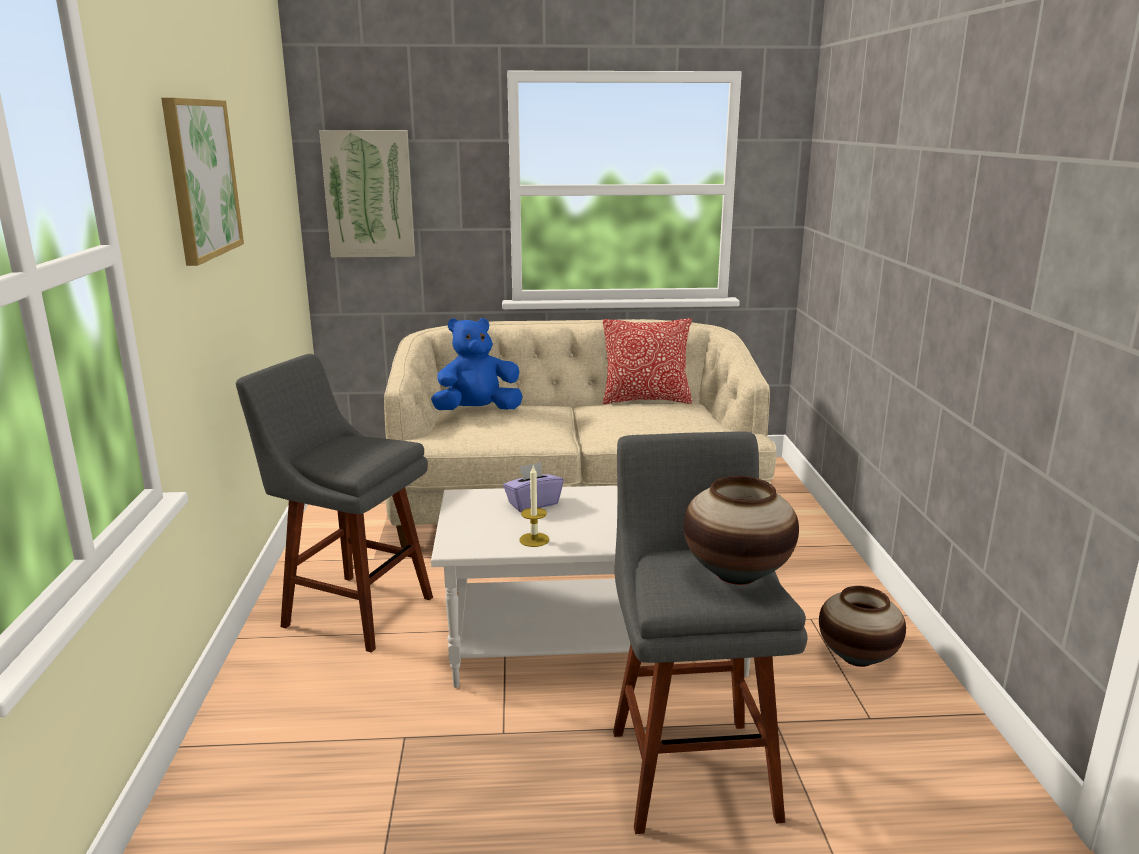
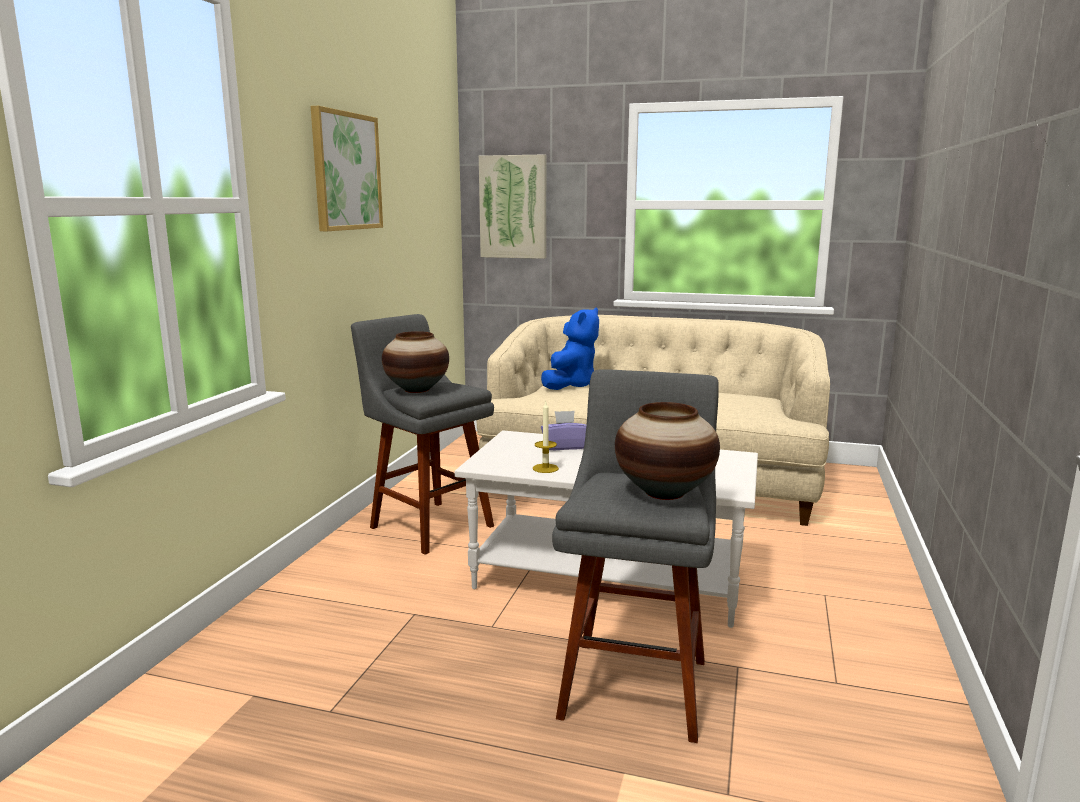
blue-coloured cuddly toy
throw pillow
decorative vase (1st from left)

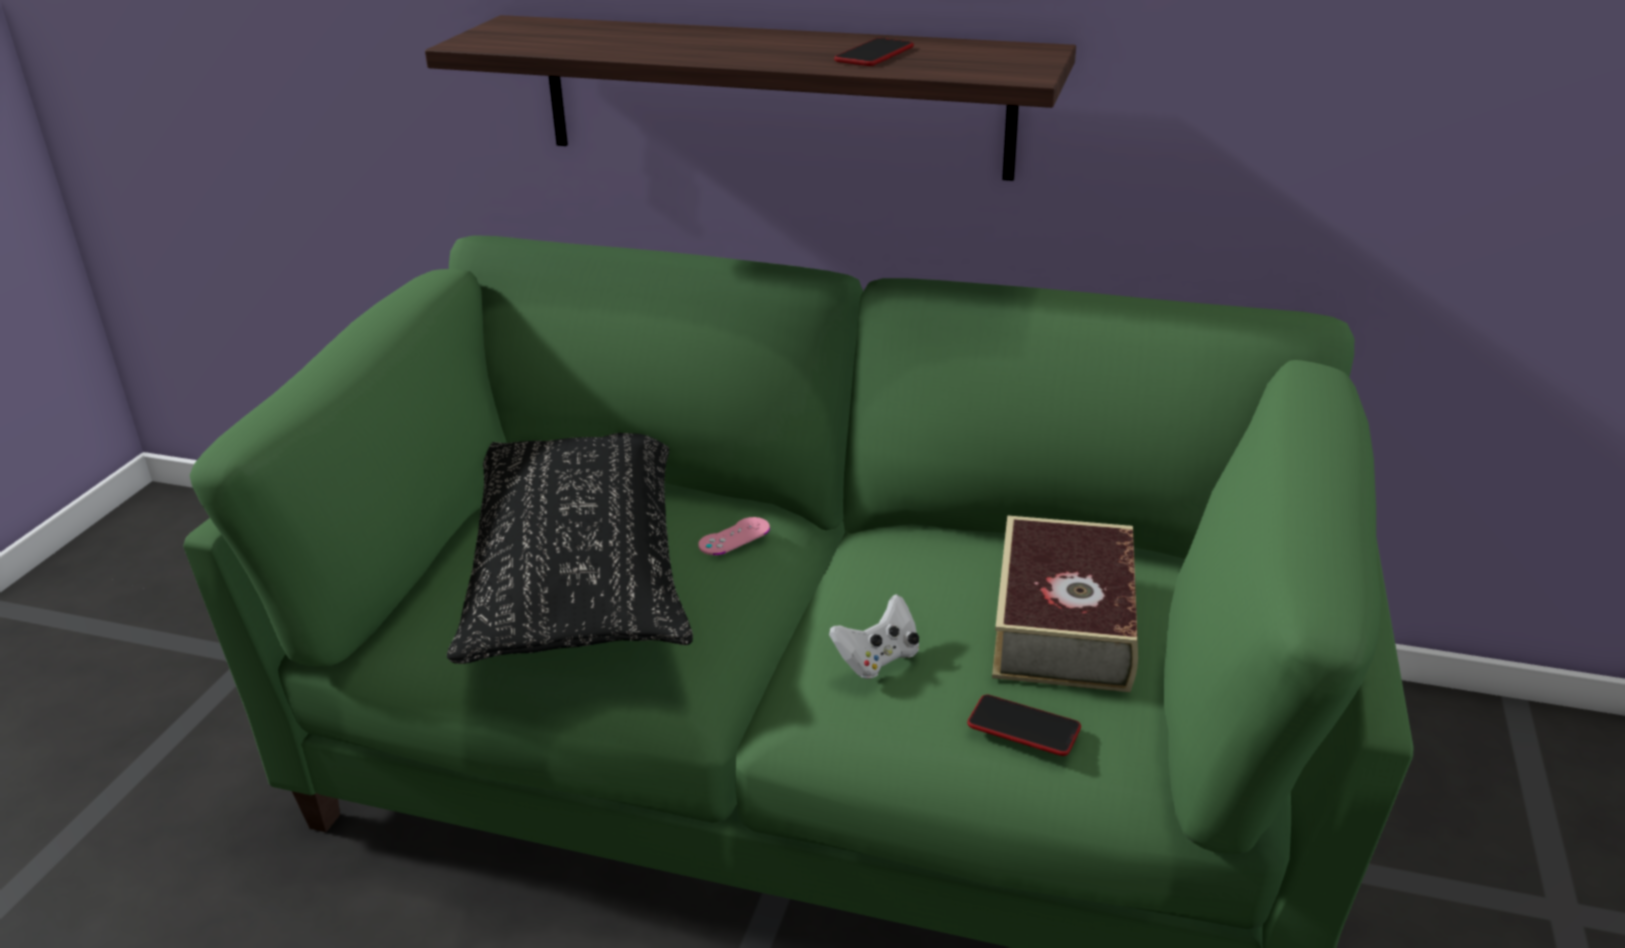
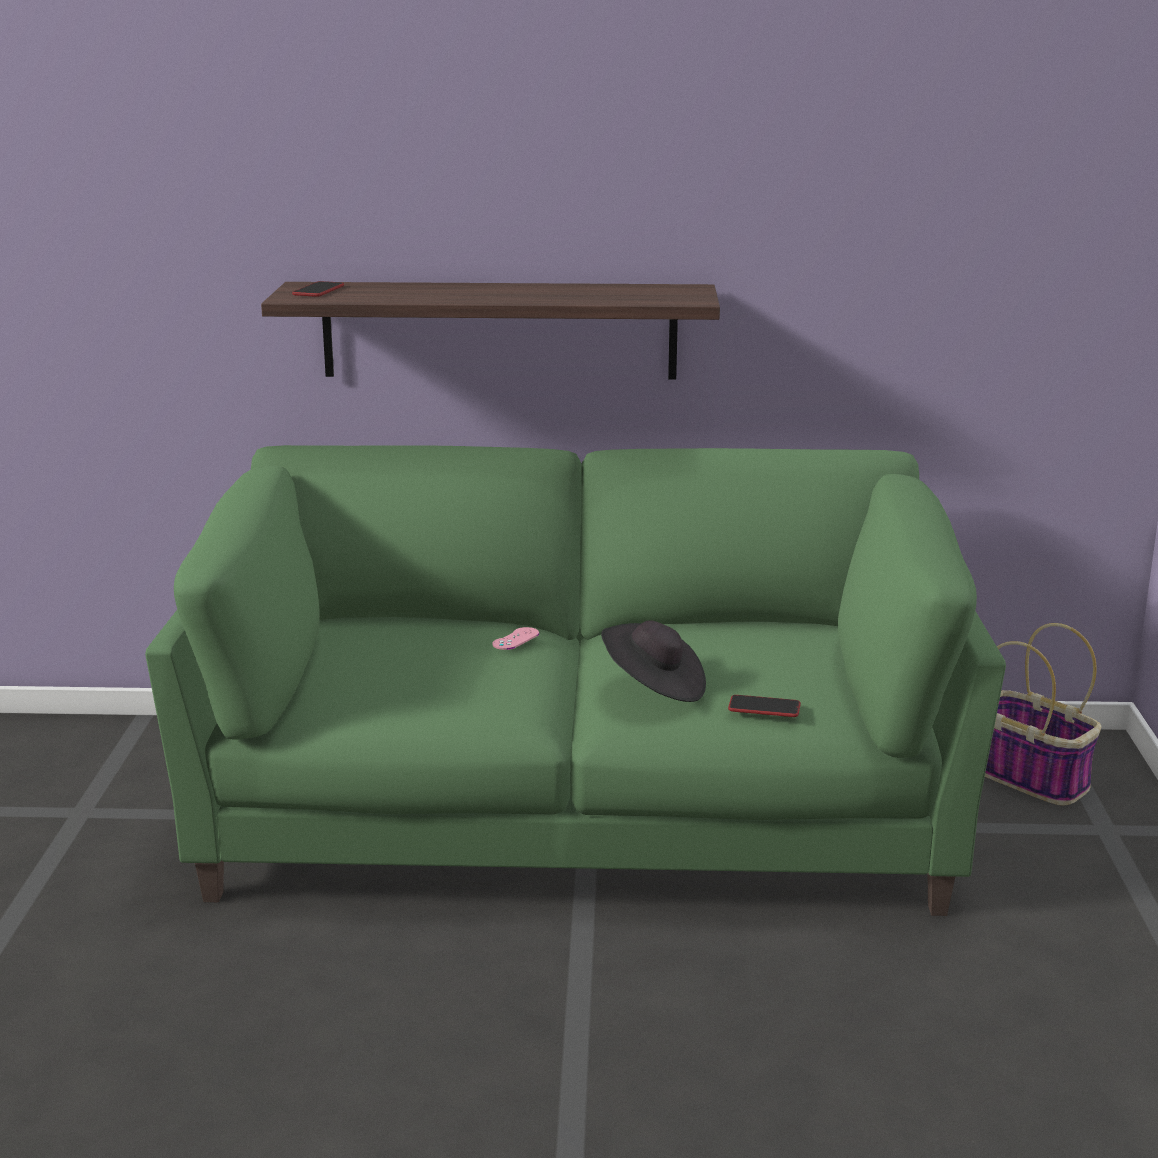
black throw pillow
black clothing hat
telephone (1st from left)
volume
household basket

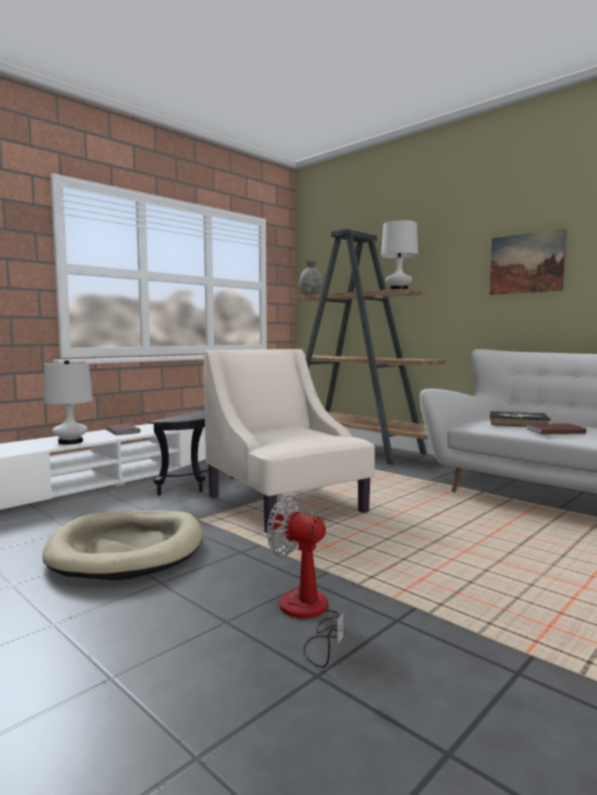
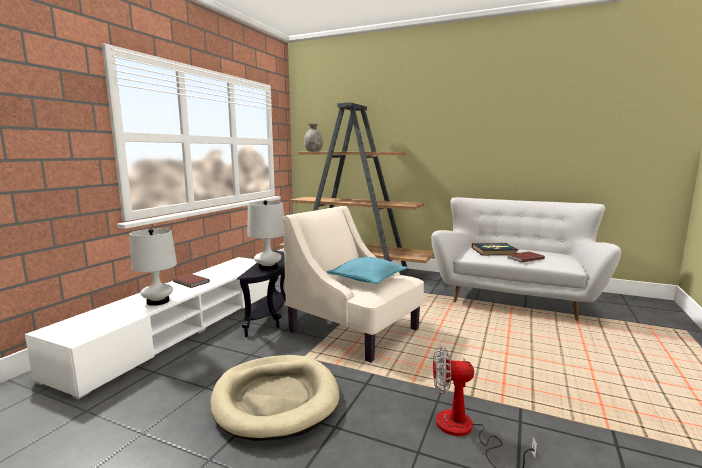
whitish table lamp (2nd from left)
wall art
turquoise throw pillow

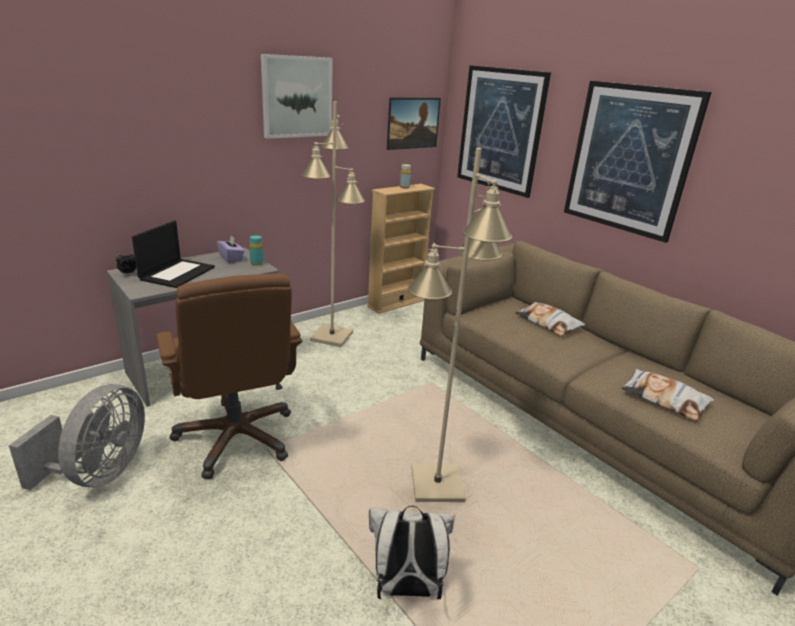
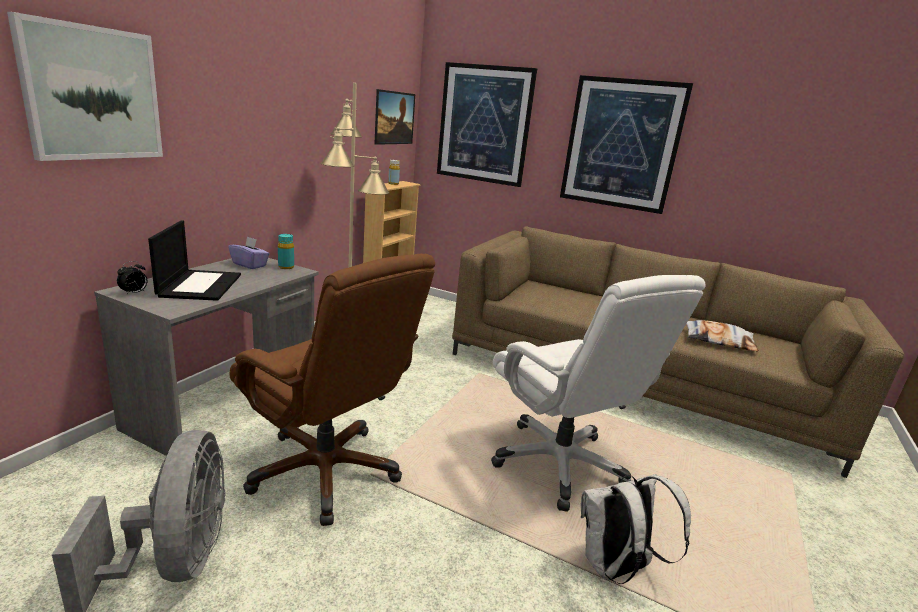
wall art (1st from left)
whitish office chair
throw pillow (1st from left in the first image)

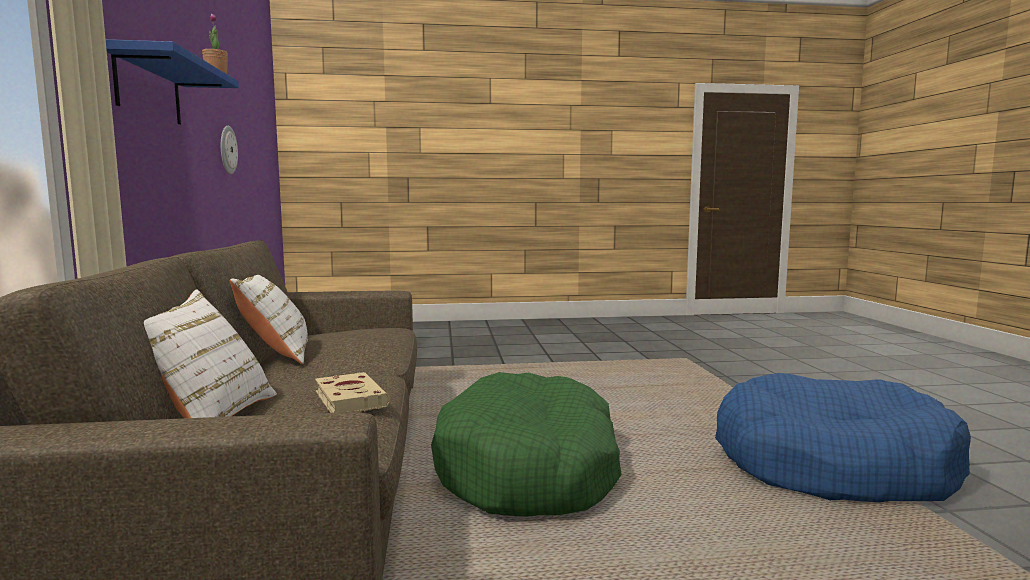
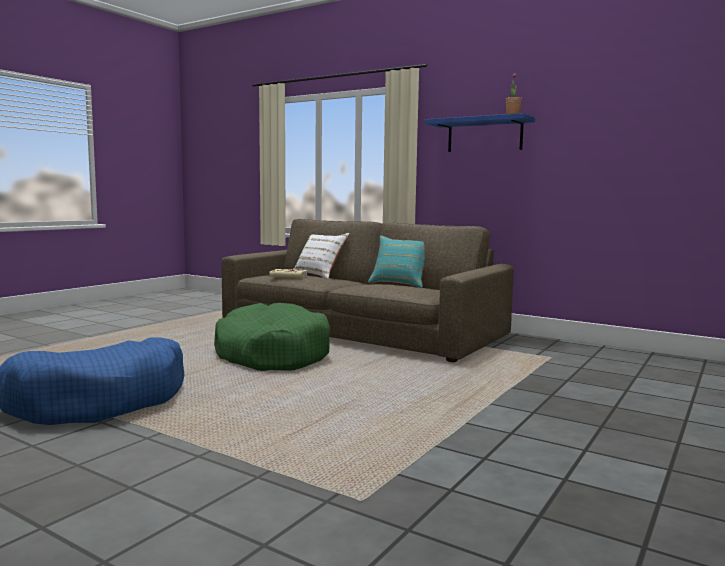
hanging clock
turquoise throw pillow

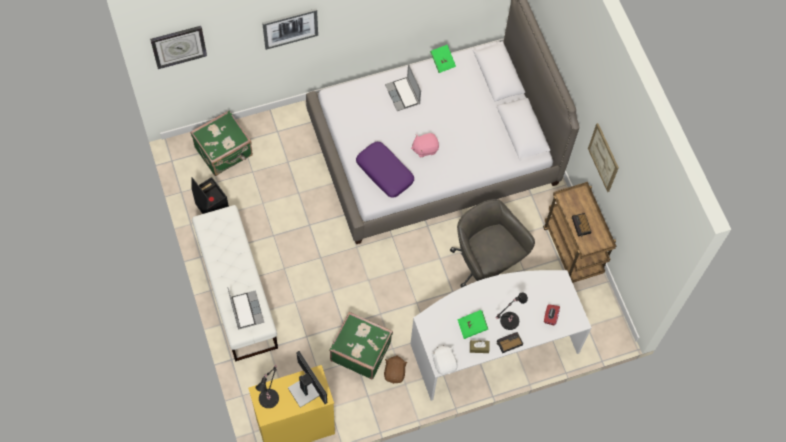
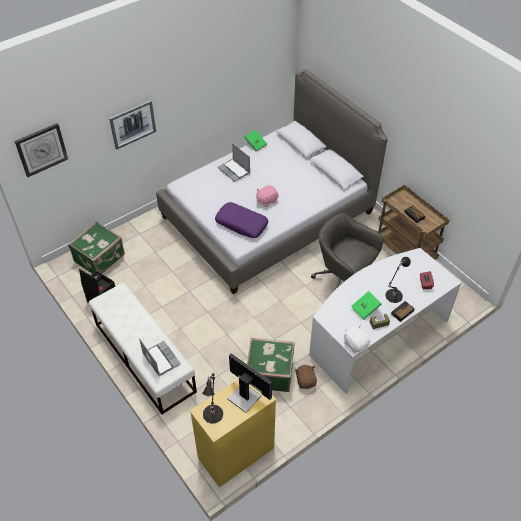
wall art (2nd from left in the first image)

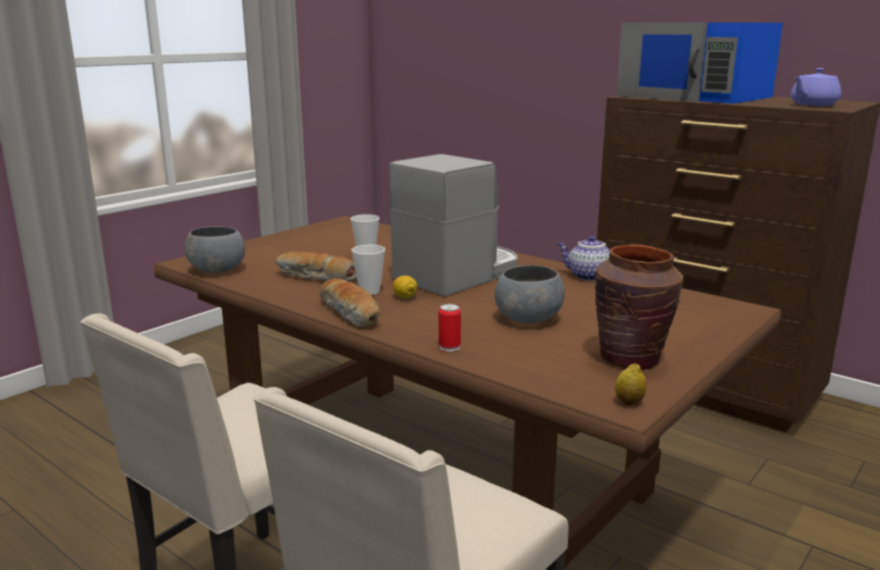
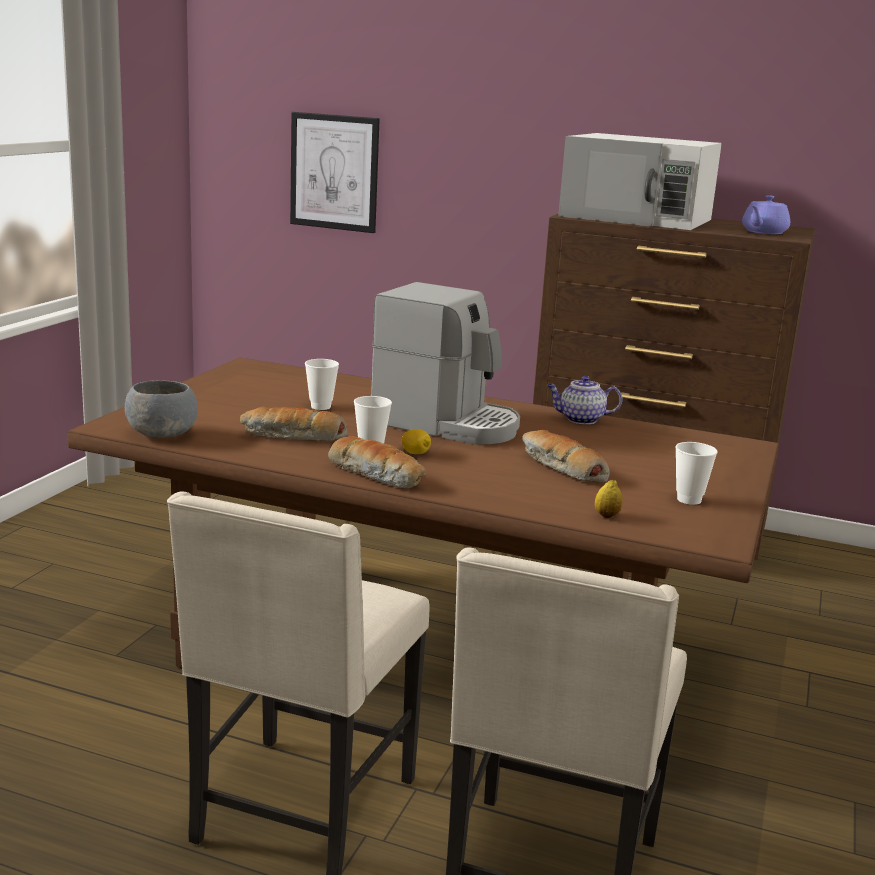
coffee machine
can
bread (3rd from left)
drinking cup (3rd from left)
whole lemon (2nd from left)
whitish microwave
wall art

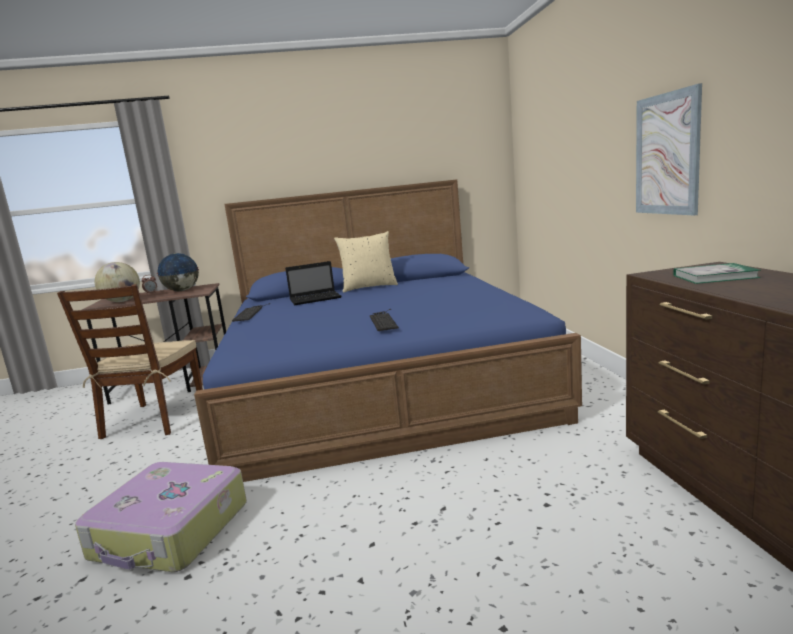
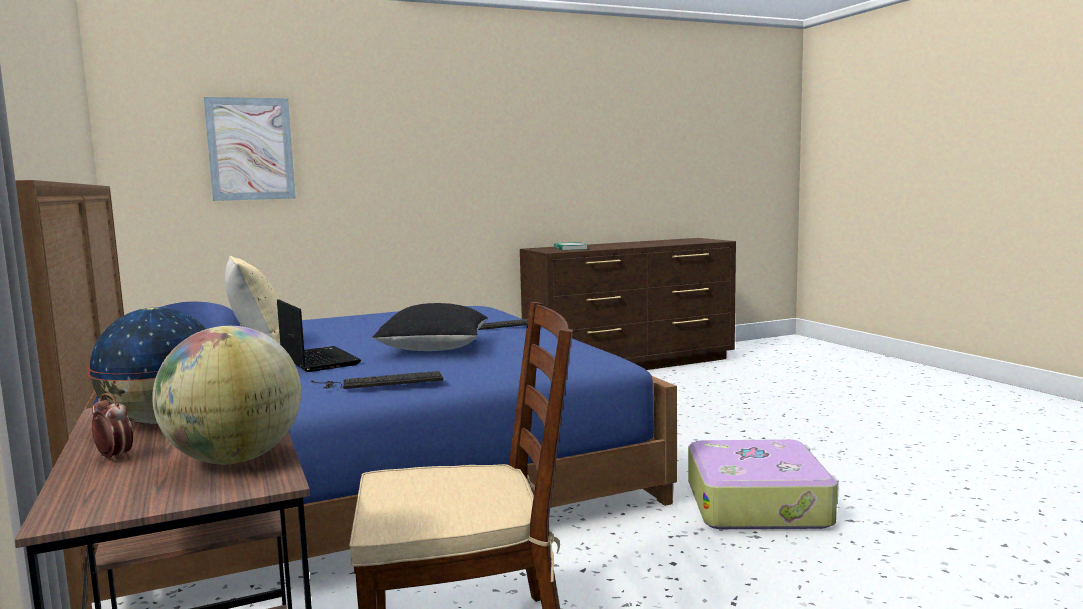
wall art
black throw pillow

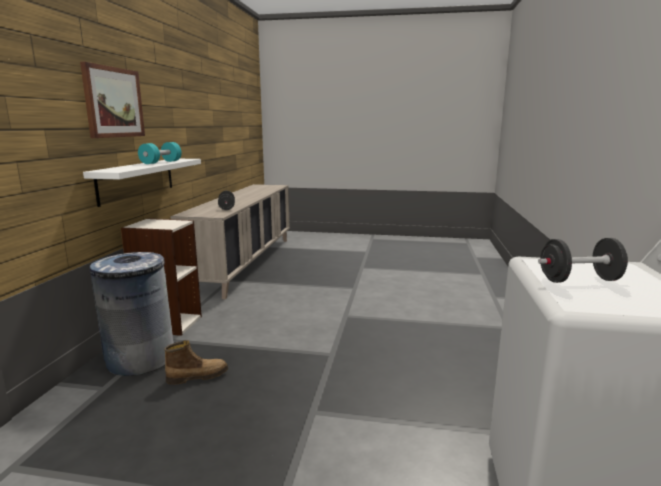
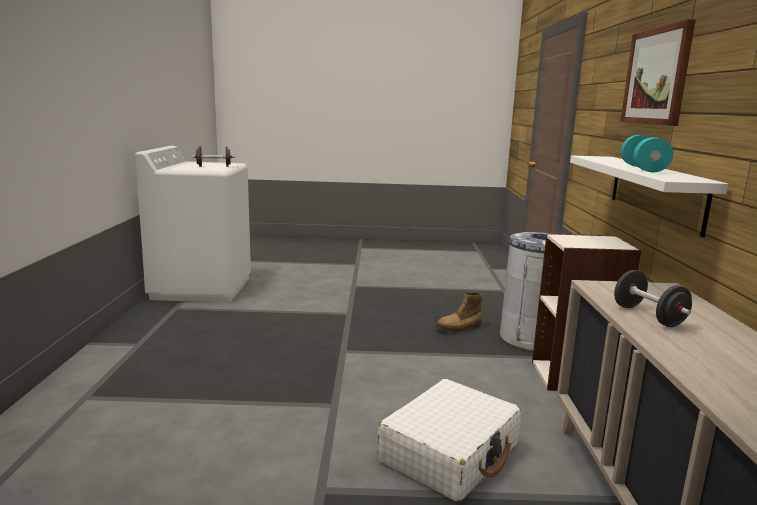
whitish piece of luggage

